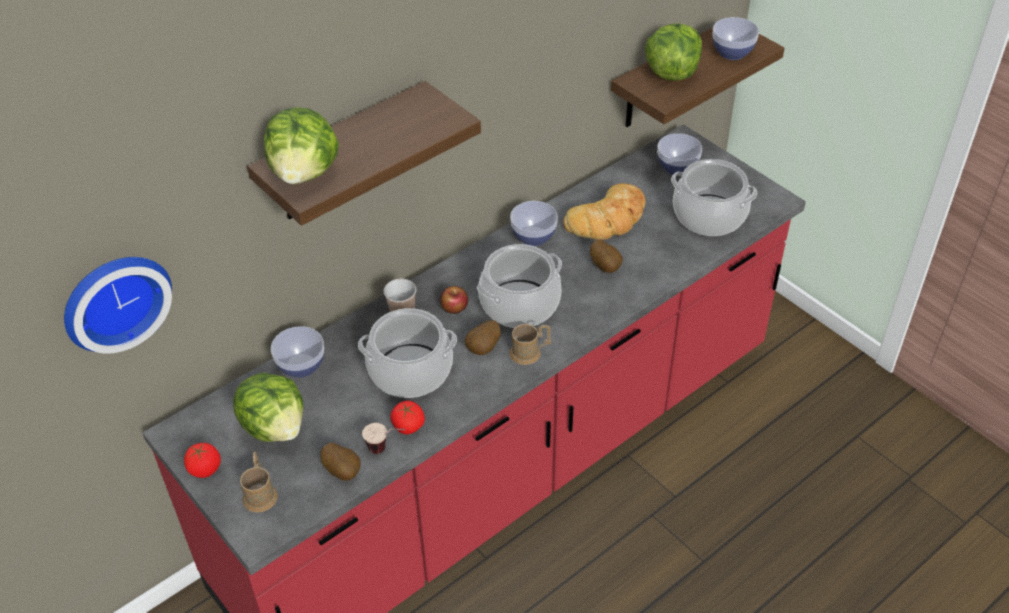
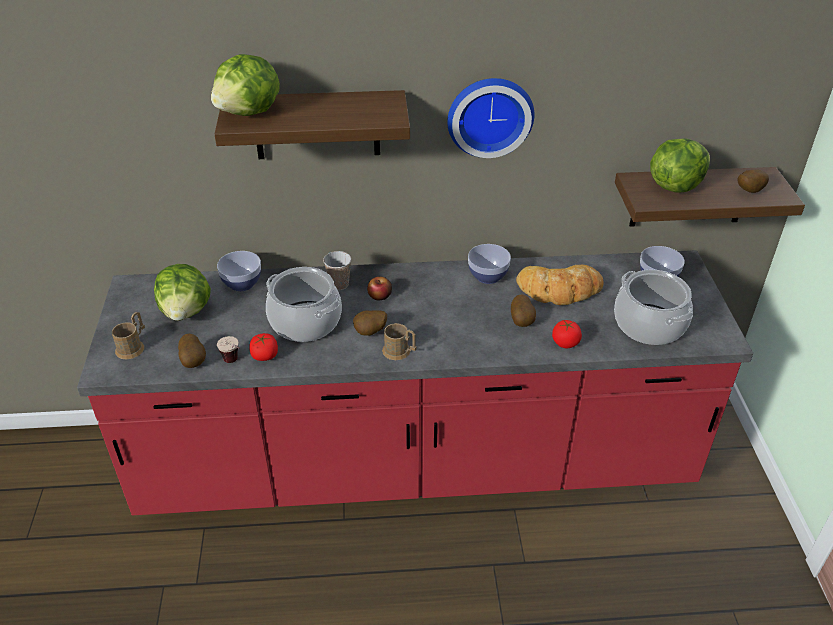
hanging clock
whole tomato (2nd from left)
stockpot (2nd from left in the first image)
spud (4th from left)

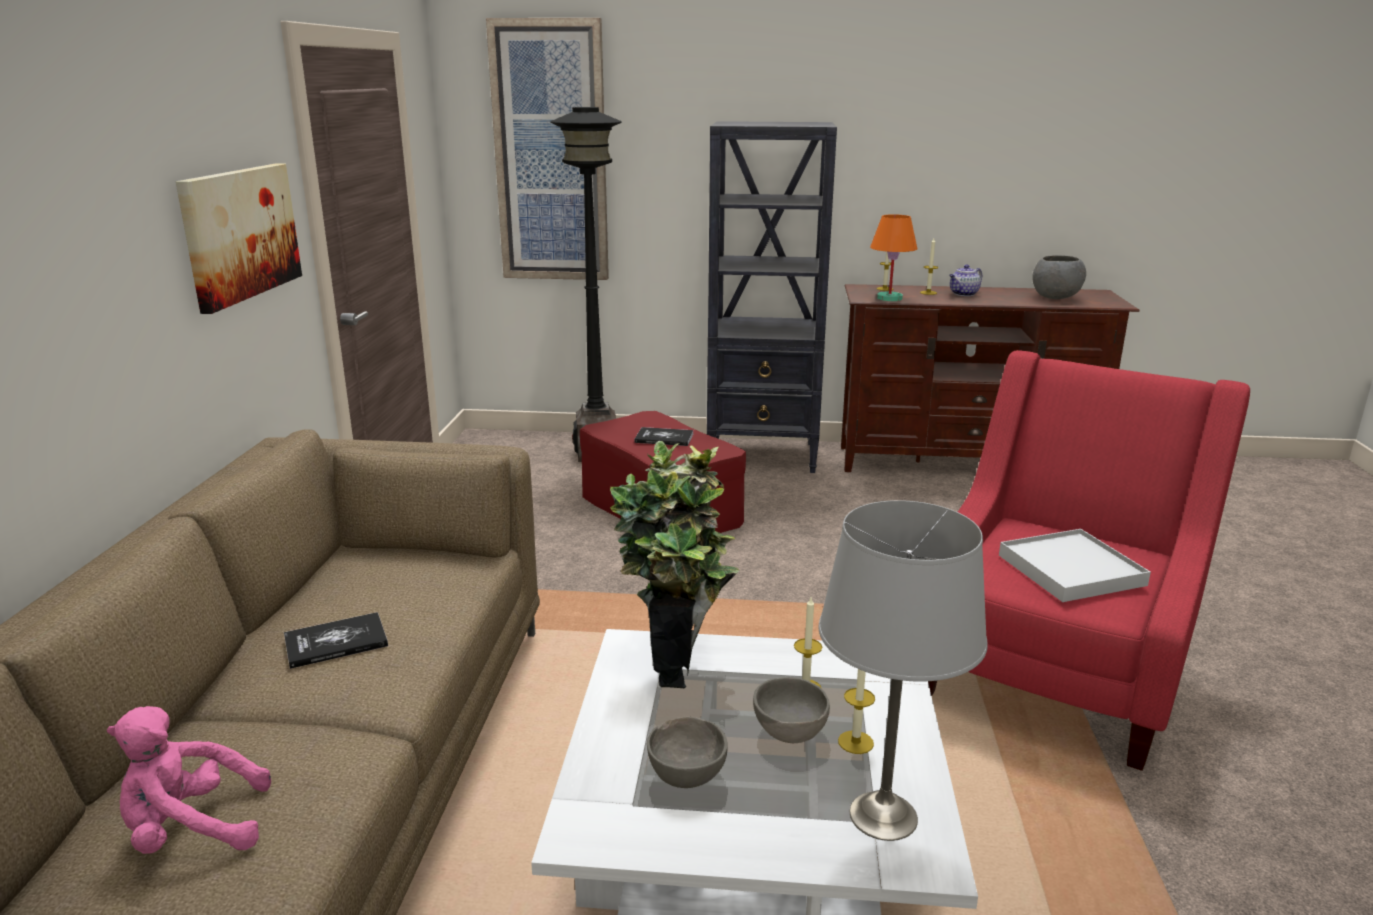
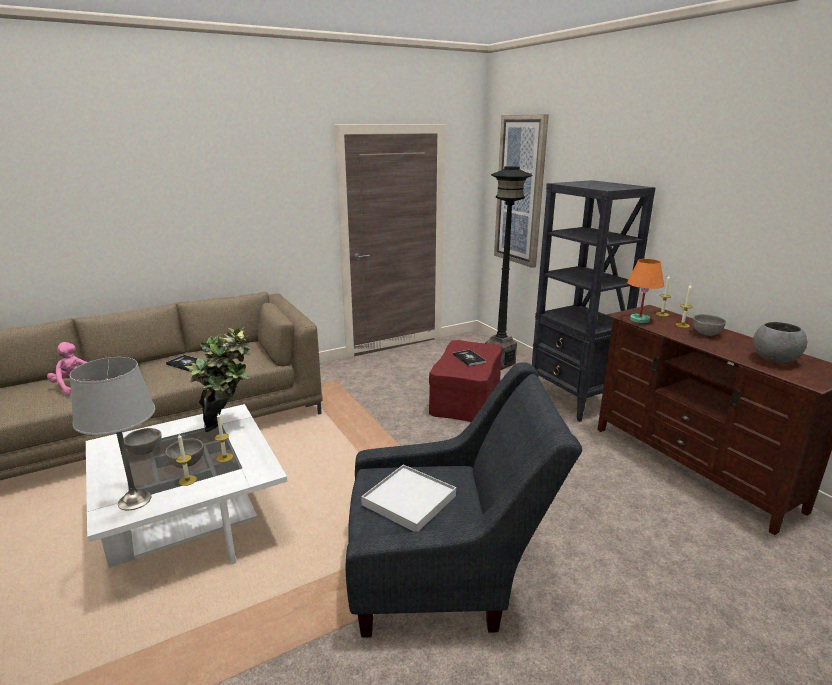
wall art (1st from left in the first image)
gray lounge chair
gray serving bowl (3rd from left)

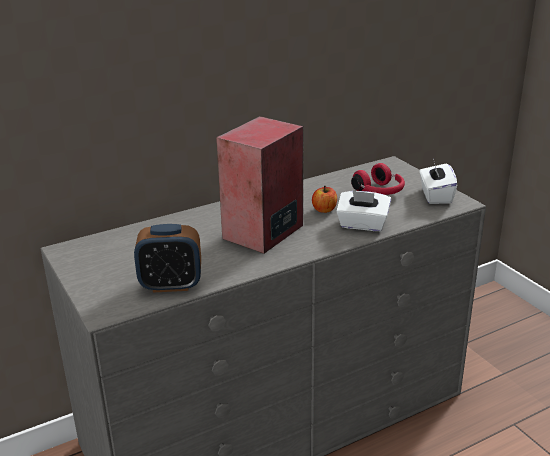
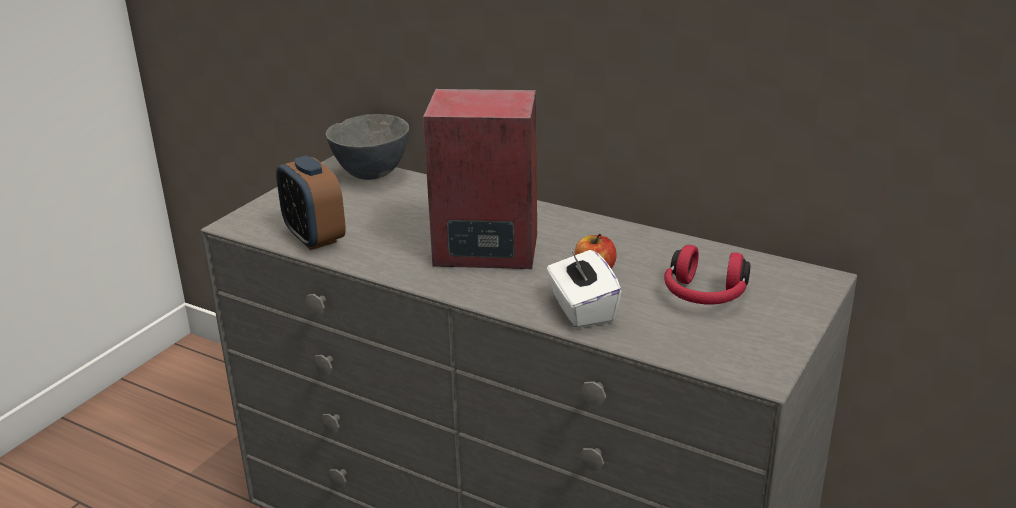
whitish tissue holder (2nd from left in the first image)
gray serving bowl

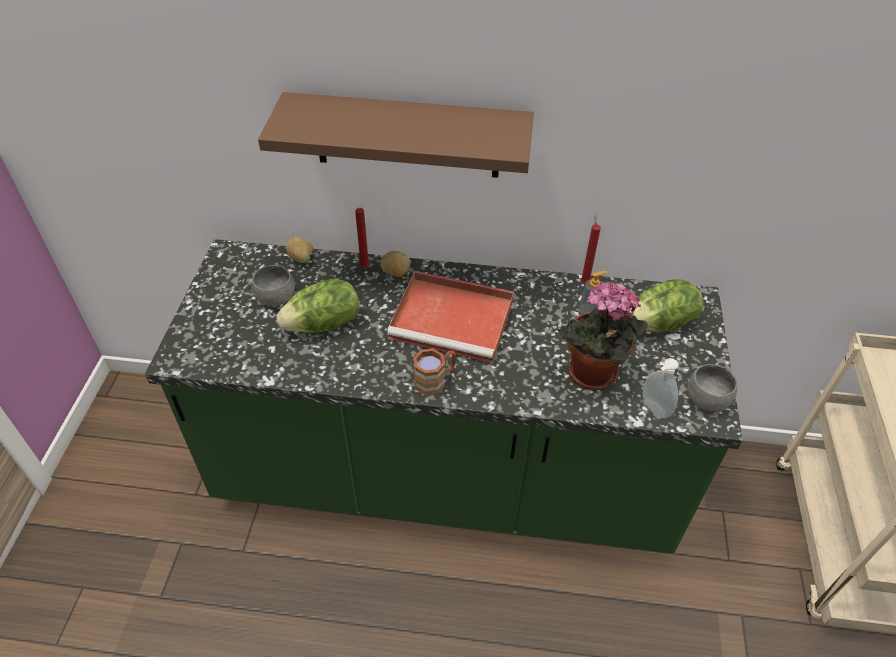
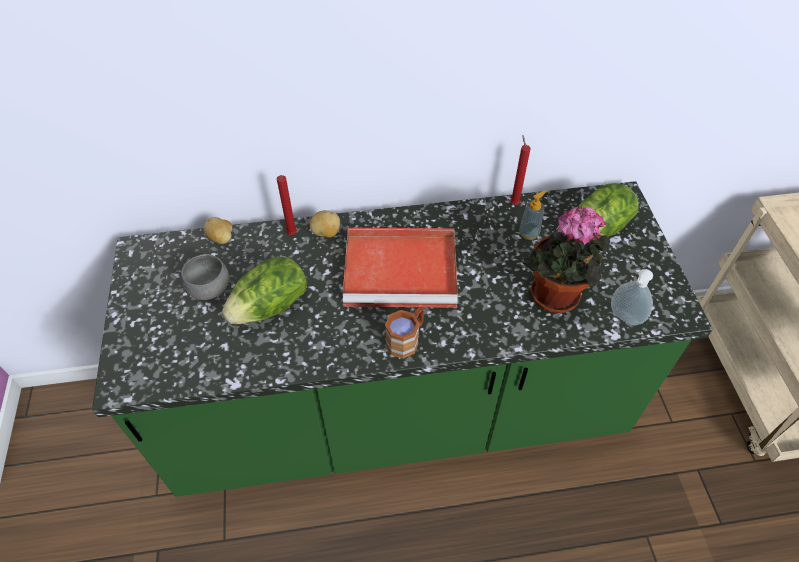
brownish shelf
gray serving bowl (2nd from left in the first image)

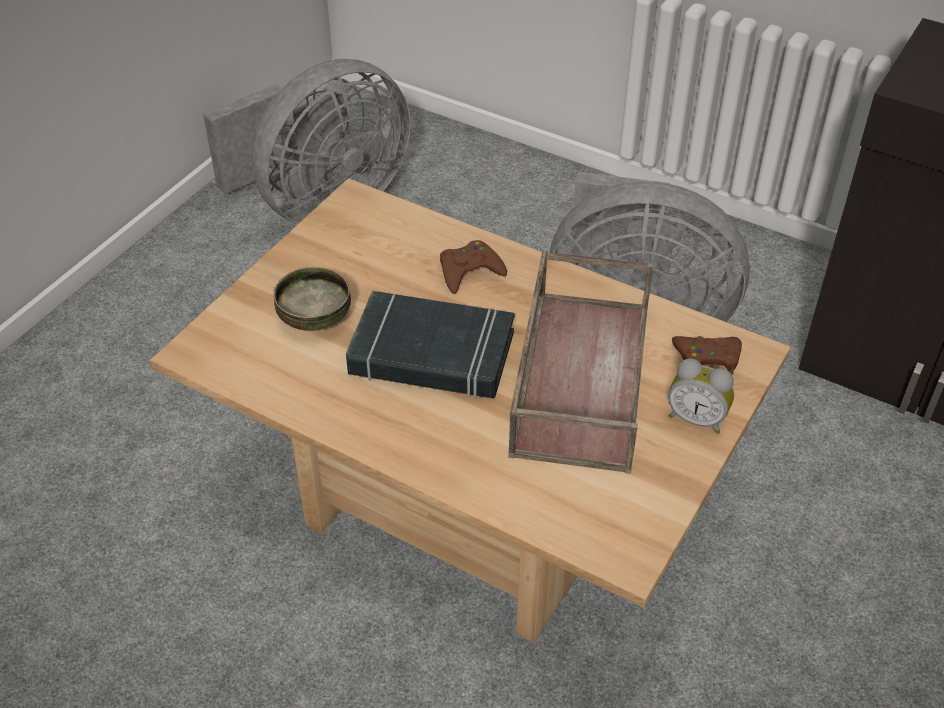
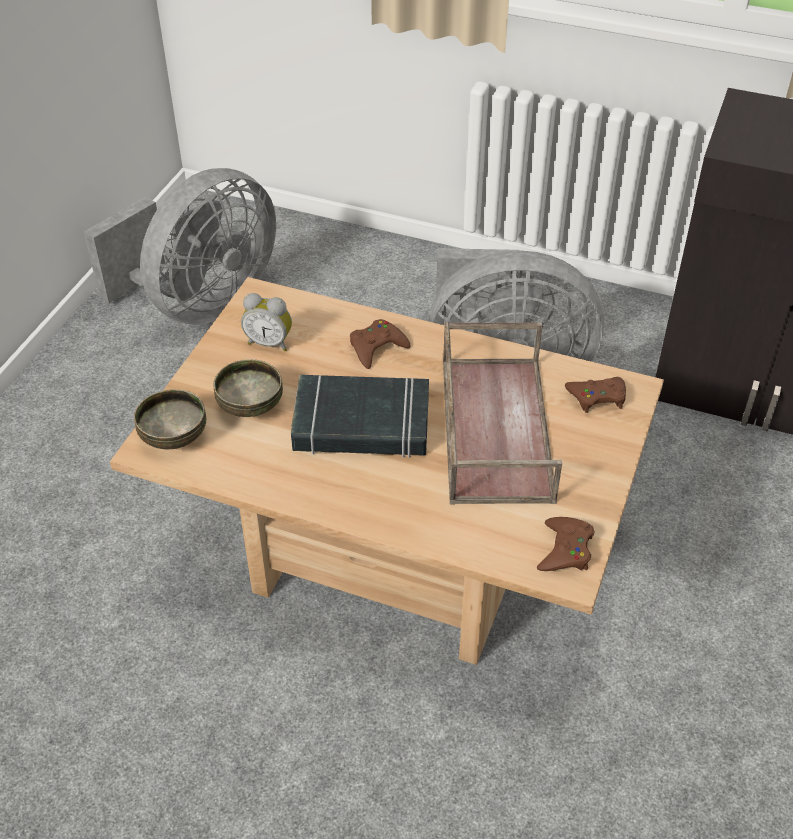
bedside clock
serving bowl (1st from left)
brownish gamepad (2nd from left)

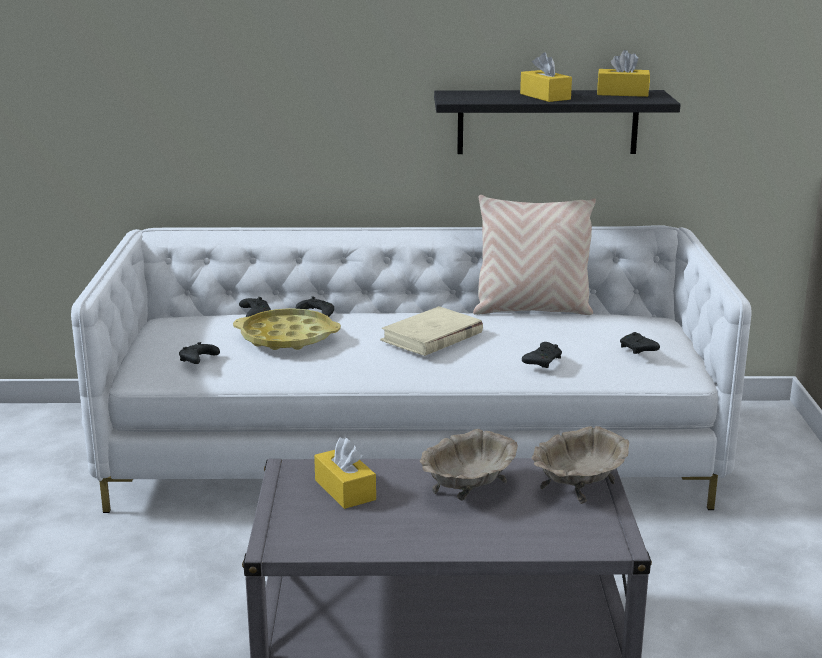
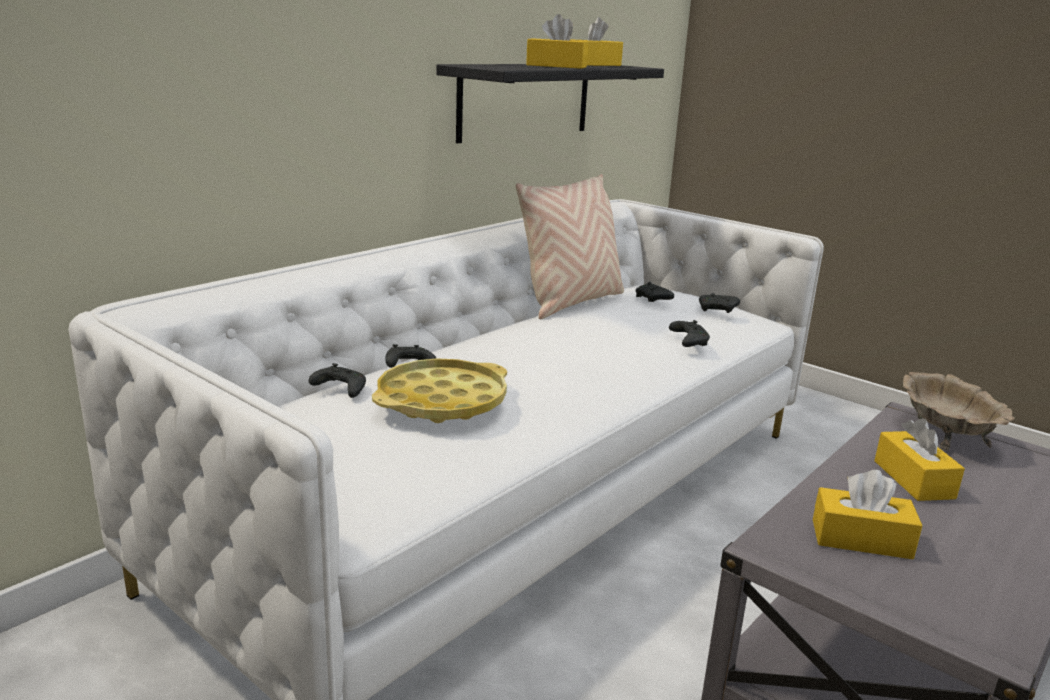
black gamepad (3rd from left)
beige volume
yellow-coloured tissue holder (4th from left)

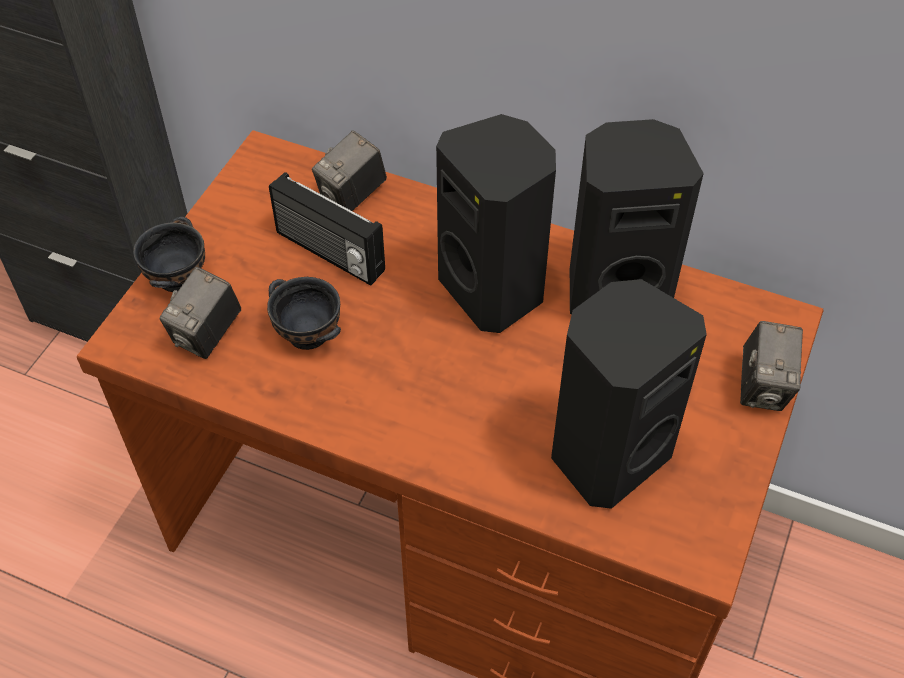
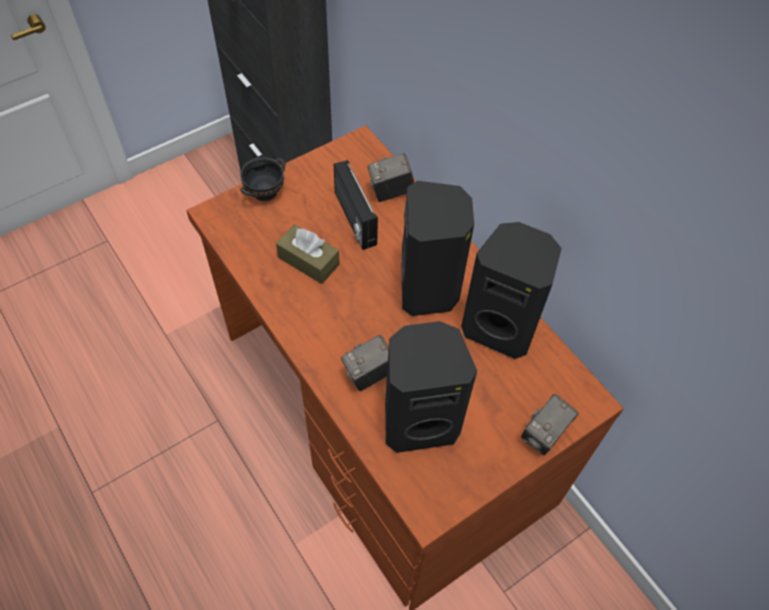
still camera (1st from left)
brownish tissue holder

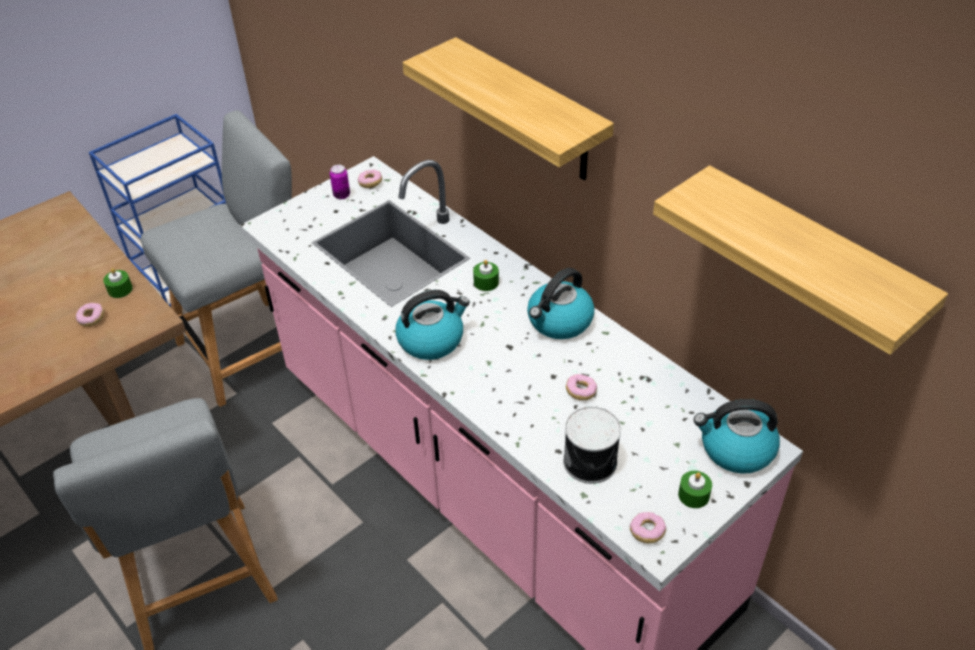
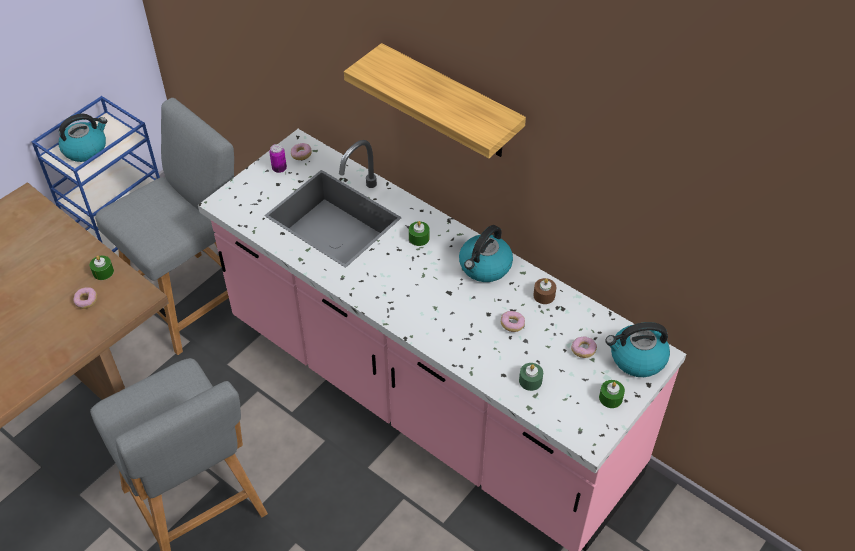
water kettle (1st from left)
green wax light (3rd from left)
doughnut (4th from left)
shelf (2nd from left in the first image)
brownish wax light

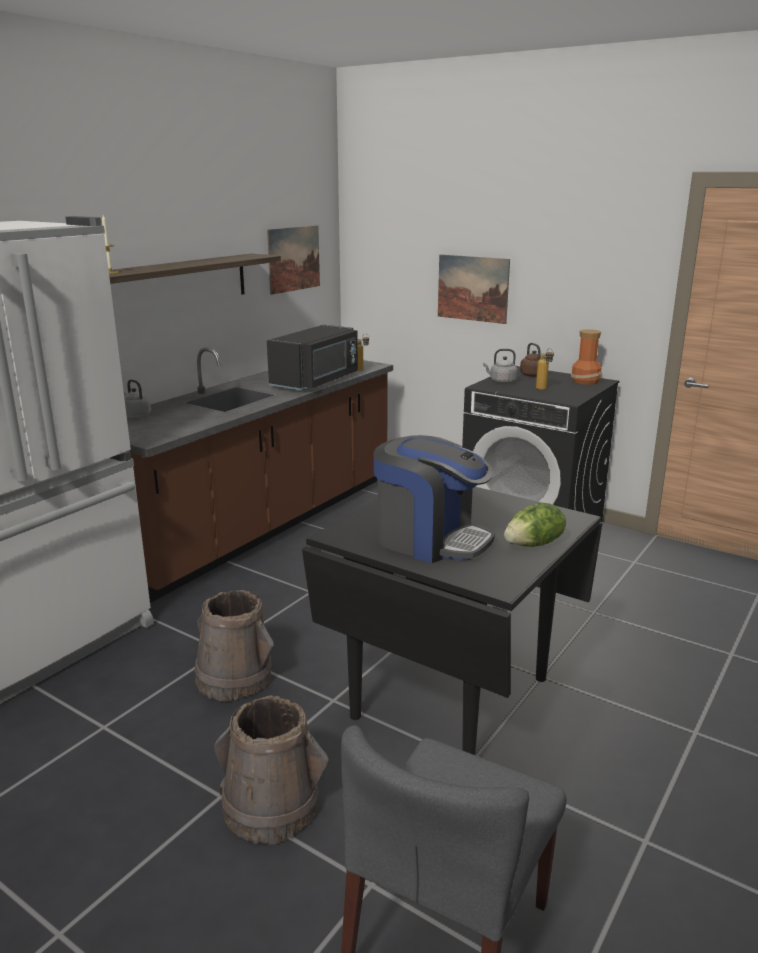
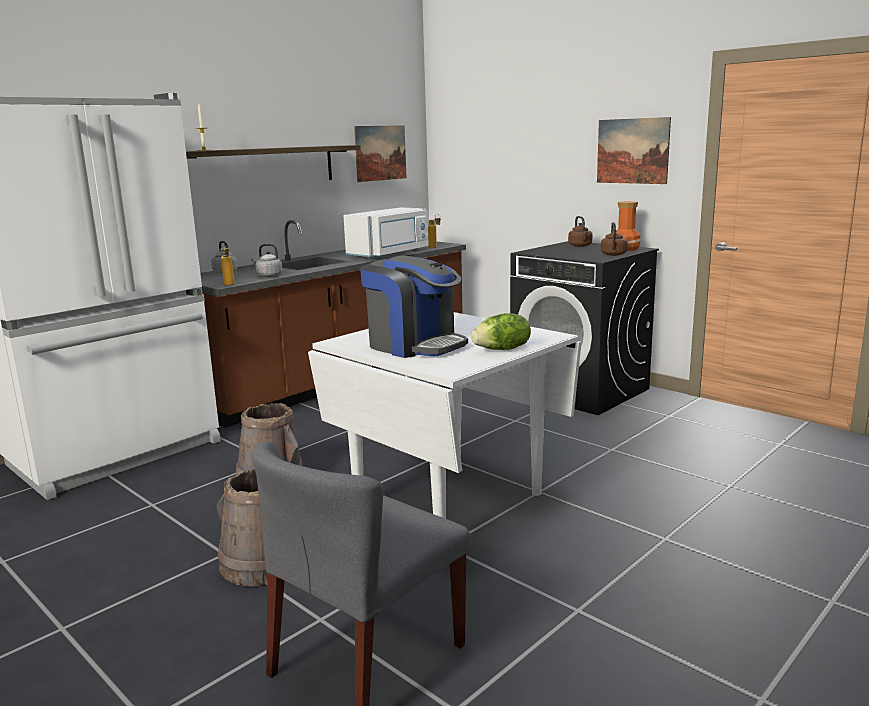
whitish microwave
whitish dining table
wall art (2nd from left)
gray water kettle (2nd from left)
bottle (1st from left)
brownish water kettle (2nd from left)

